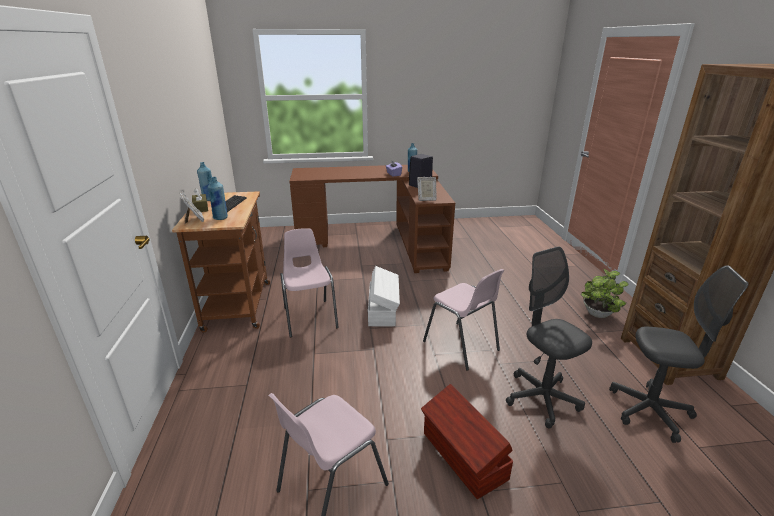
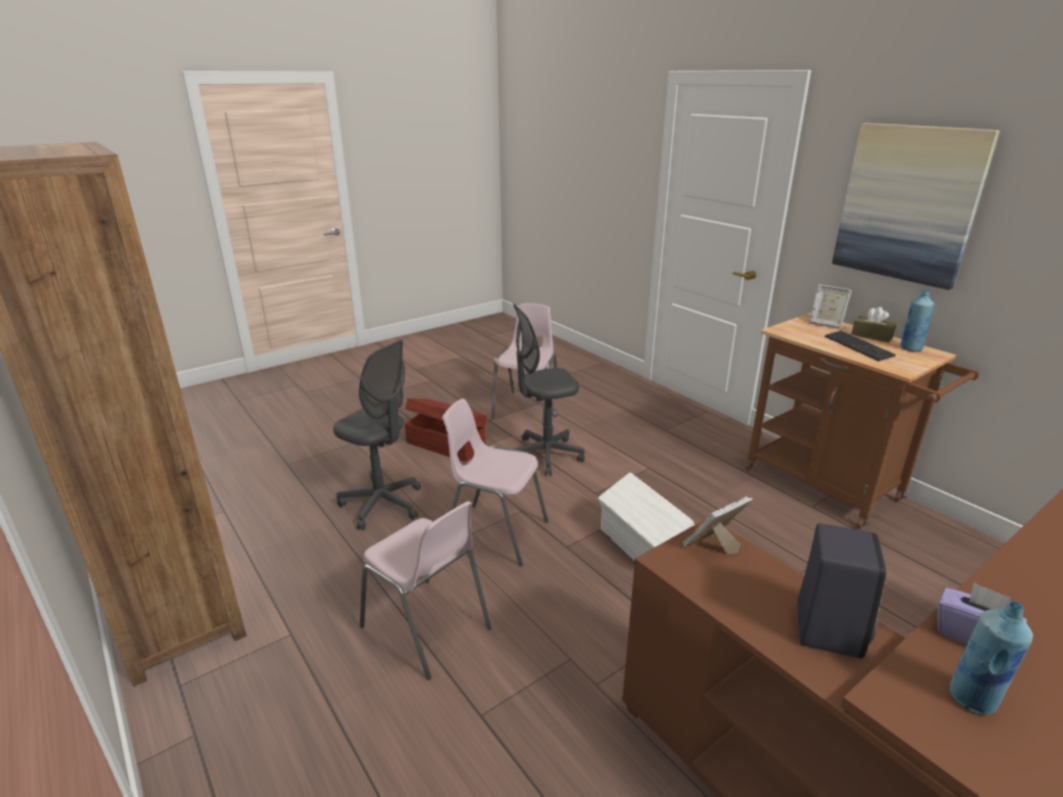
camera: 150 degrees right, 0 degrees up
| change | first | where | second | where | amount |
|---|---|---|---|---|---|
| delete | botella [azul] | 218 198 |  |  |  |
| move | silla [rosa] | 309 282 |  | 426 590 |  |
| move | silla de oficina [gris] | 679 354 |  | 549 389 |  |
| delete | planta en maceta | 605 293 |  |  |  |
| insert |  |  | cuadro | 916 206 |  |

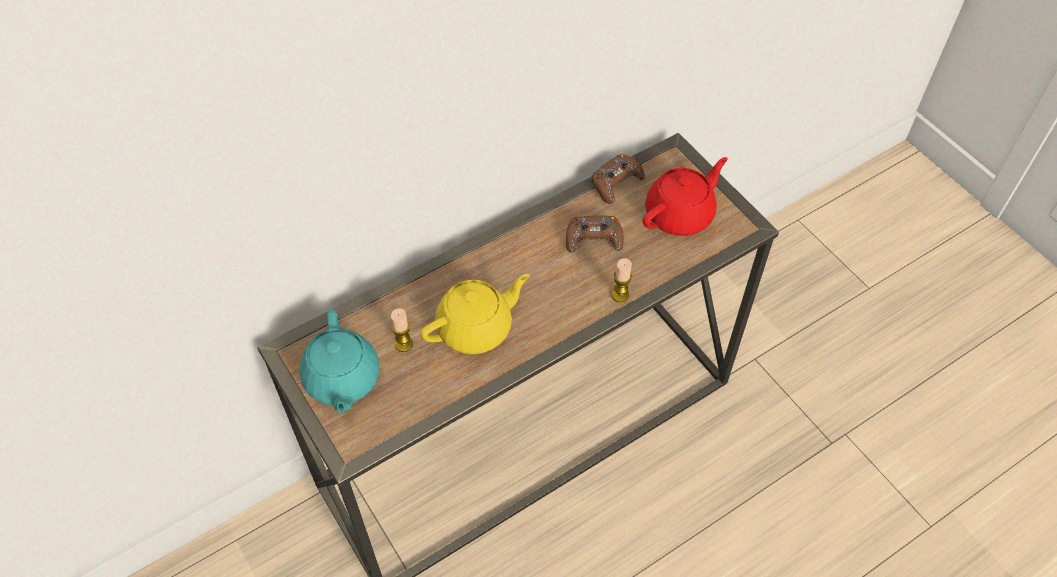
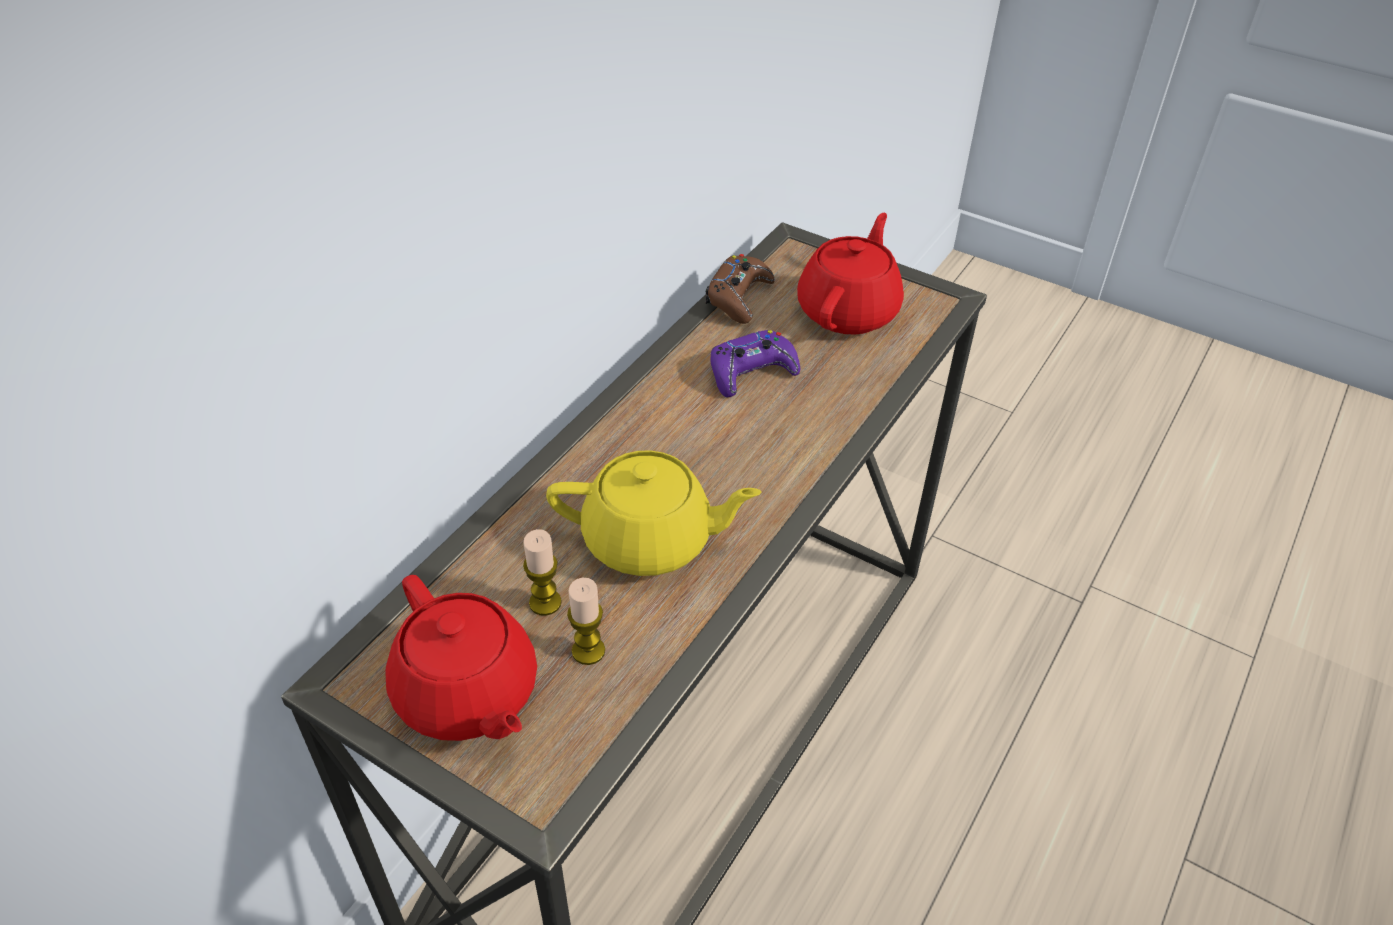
camera: 25 degrees left, 10 degrees down
| change | first | where | second | where | amount |
|---|---|---|---|---|---|
| recolor | mando de consola [marrón] | 595 233 | mando de consola [morado] | 755 363 |  |
| move | vela | 622 280 |  | 586 621 |  |
| rotate | tetera [amarillo] | 475 314 |  | 653 513 | 60 degrees clockwise |
| recolor | tetera [turquesa] | 339 361 | tetera [rojo] | 461 658 |  |

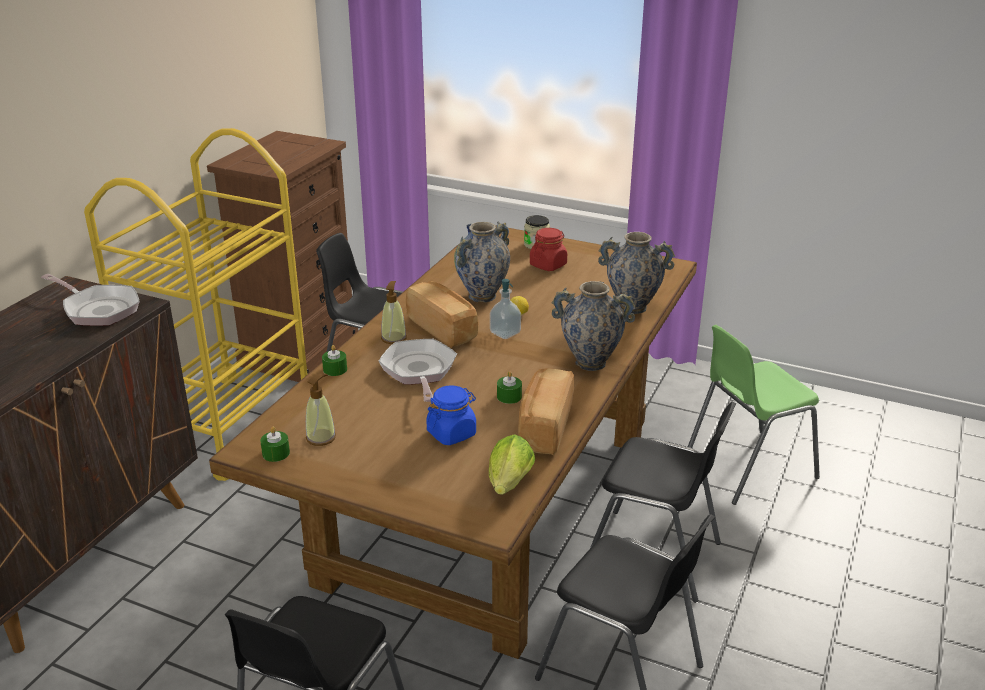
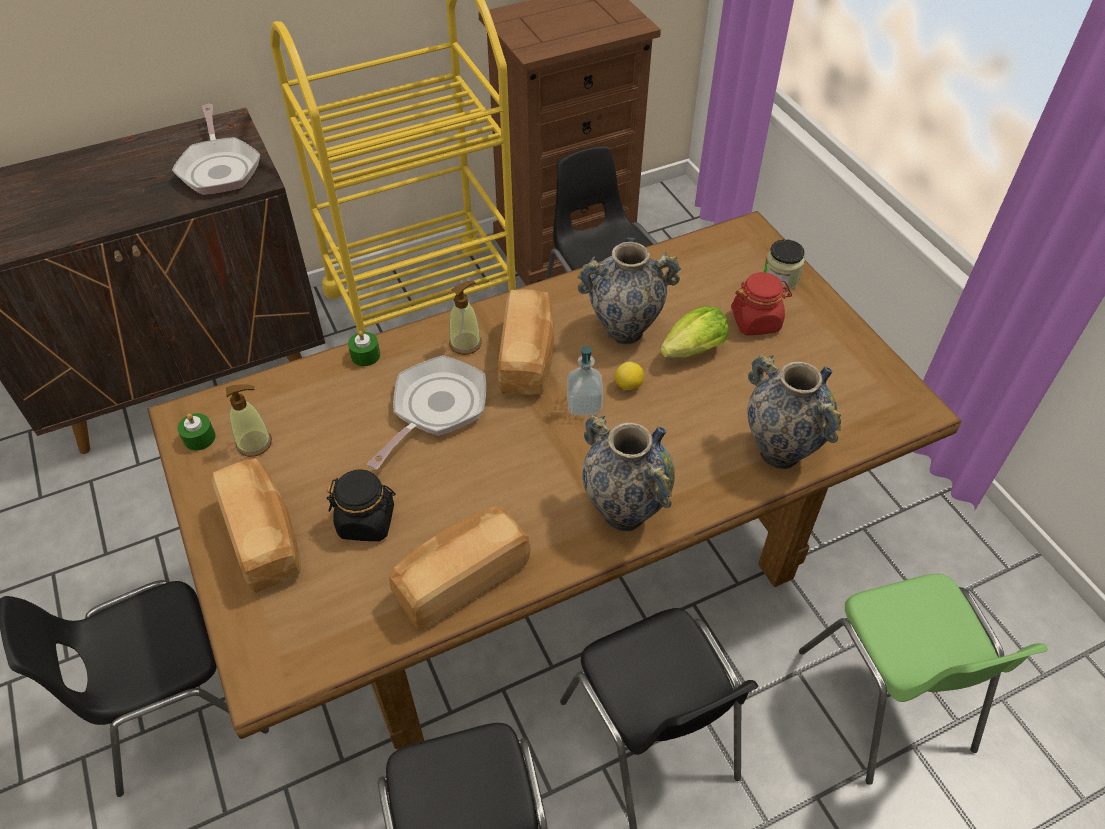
camera: 40 degrees right, 20 degrees up
| change | first | where | second | where | amount |
|---|---|---|---|---|---|
| rotate | silla [verde] | 754 415 |  | 923 679 | 120 degrees counterclockwise |
| delete | vela [verde] | 509 387 |  |  |  |
| recolor | tarro [azul] | 451 415 | tarro [negro] | 361 505 |  |
| move | lechuga | 512 464 |  | 694 332 |  |
| insert |  |  | pan | 256 525 |  |

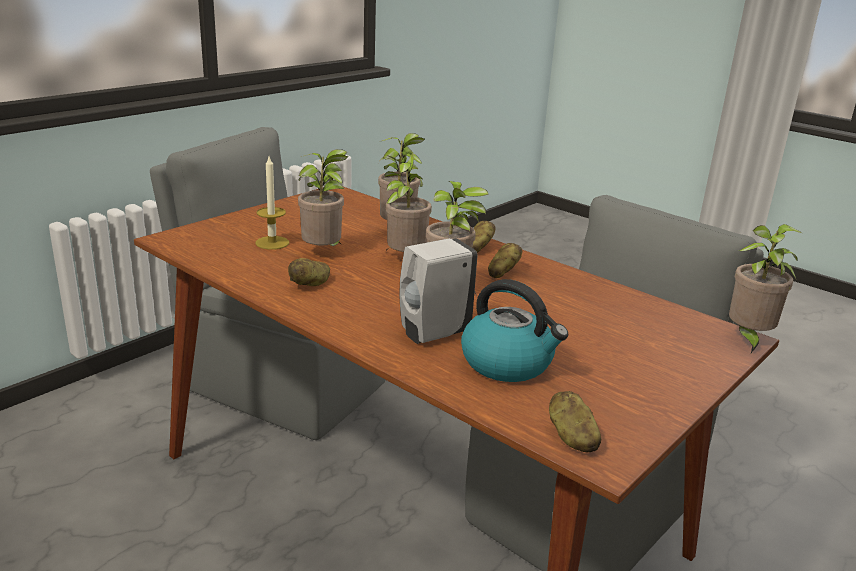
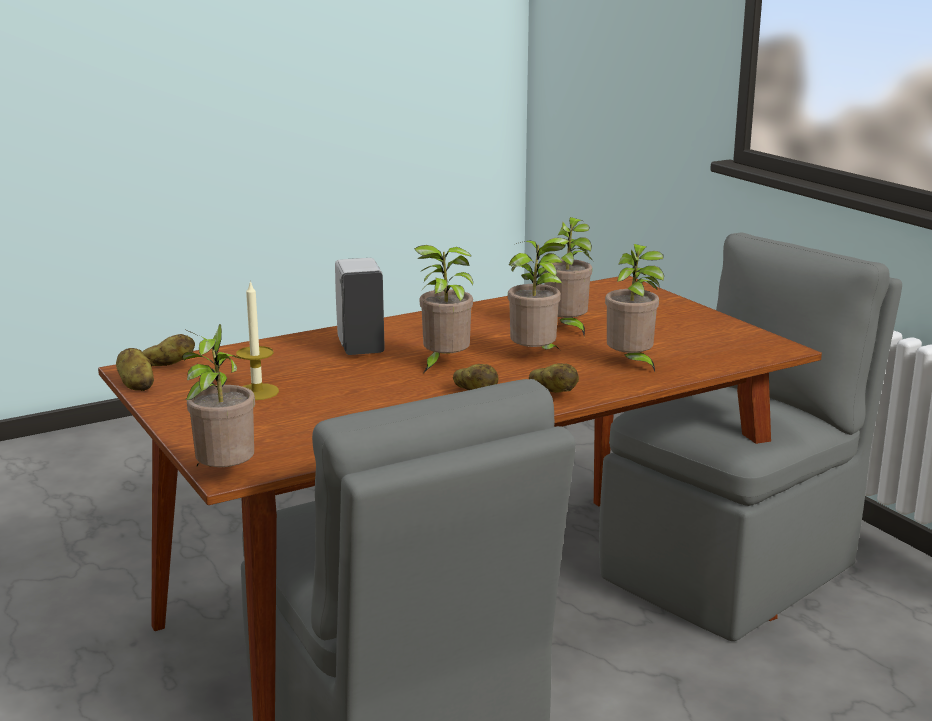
camera: 110 degrees right, 5 degrees down
| change | first | where | second | where | amount |
|---|---|---|---|---|---|
| move | vela | 272 203 |  | 257 340 |  |
| move | patata | 309 272 |  | 135 369 |  |
| delete | hervidor | 514 330 |  |  |  |

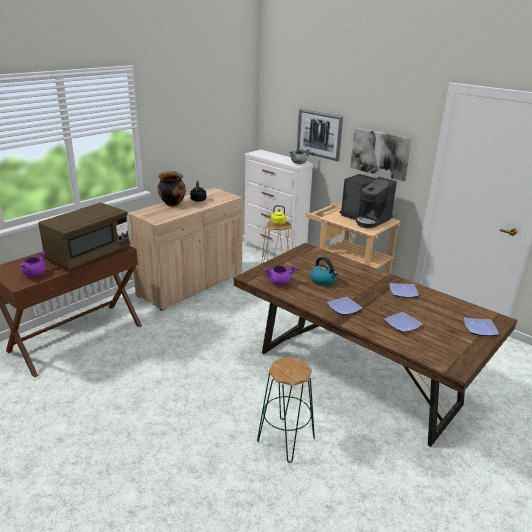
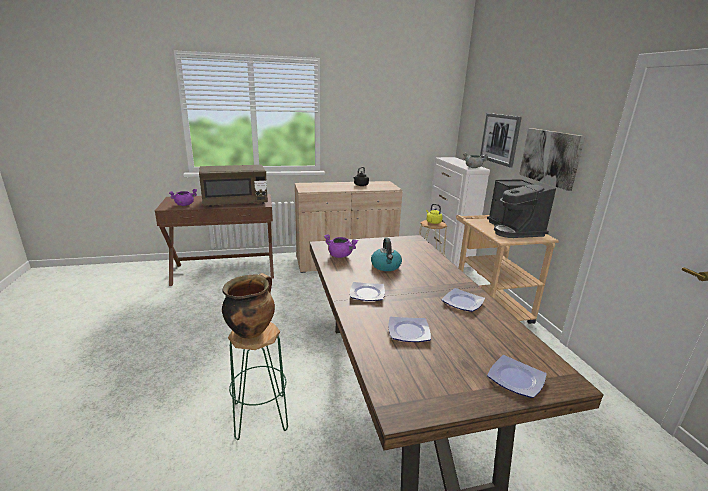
camera: 35 degrees right, 5 degrees down
| change | first | where | second | where | amount |
|---|---|---|---|---|---|
| move | olla | 172 188 |  | 248 306 |  |

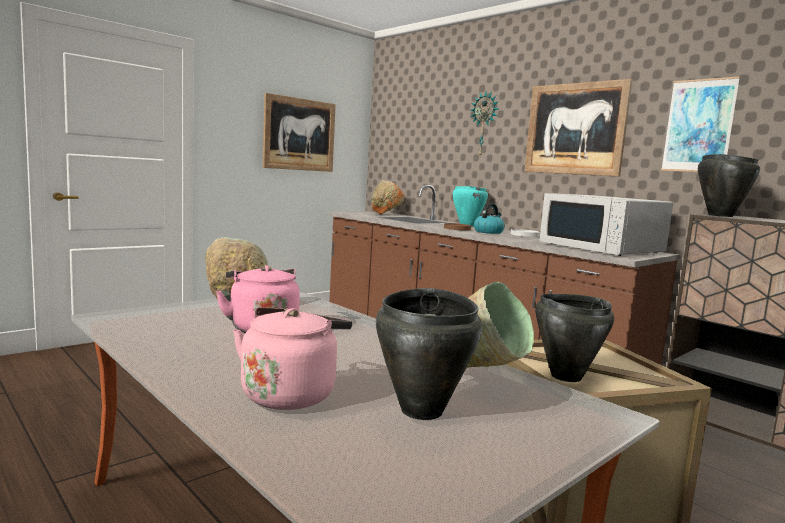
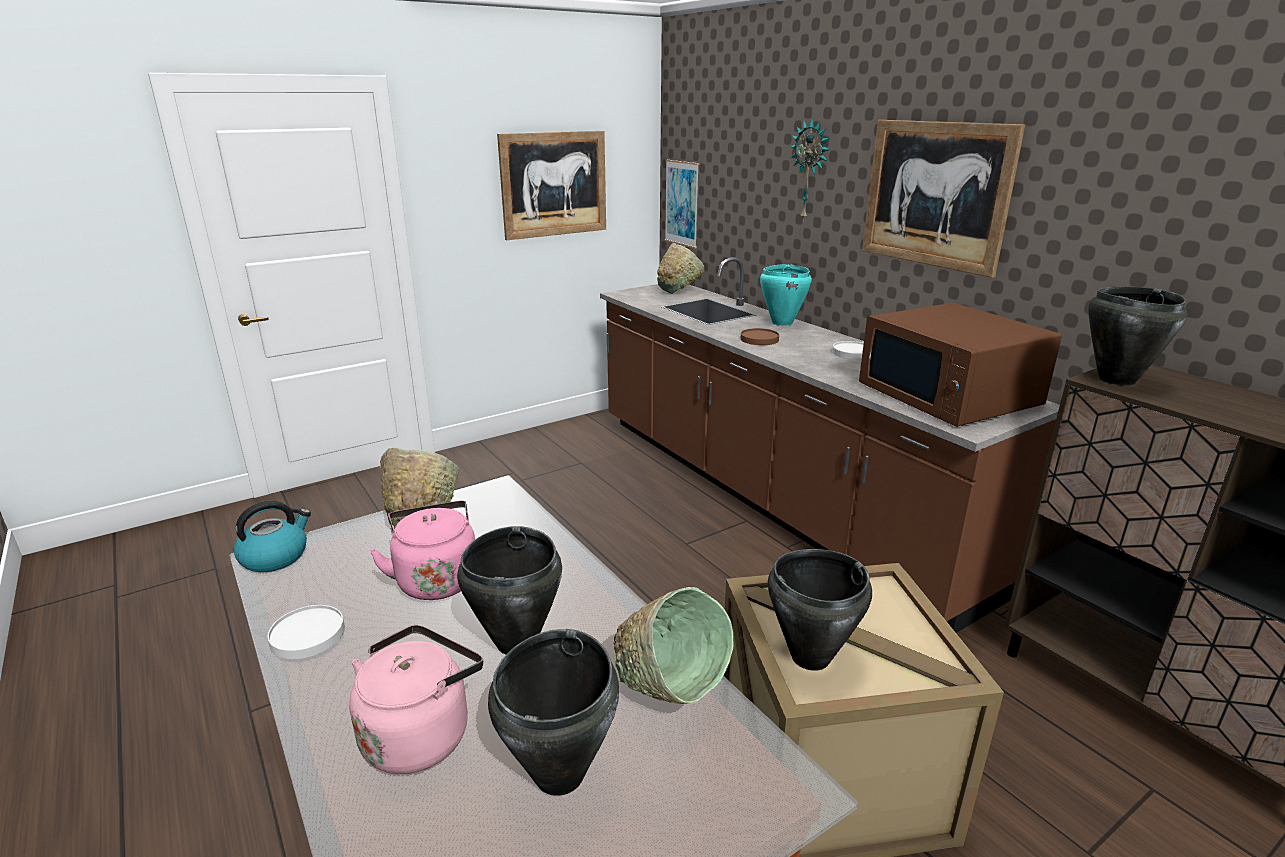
camera: 10 degrees right, 15 degrees up
| change | first | where | second | where | amount |
|---|---|---|---|---|---|
| move | cuadro | 700 124 |  | 682 204 |  |
| recolor | cuenco [naranja] | 387 197 | cuenco [verde] | 681 268 |  |
| recolor | microondas [blanco] | 606 224 | microondas [marrón] | 960 365 |  |
| move | hervidor | 489 218 |  | 272 536 |  |
| insert |  |  | olla [negro] | 509 590 |  |
| insert |  |  | plato [blanco] | 306 632 |  |

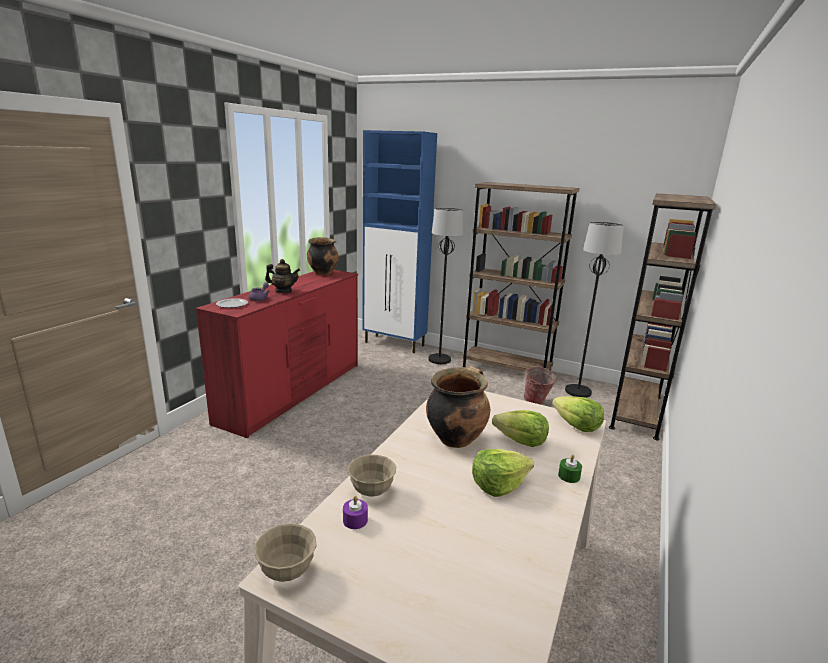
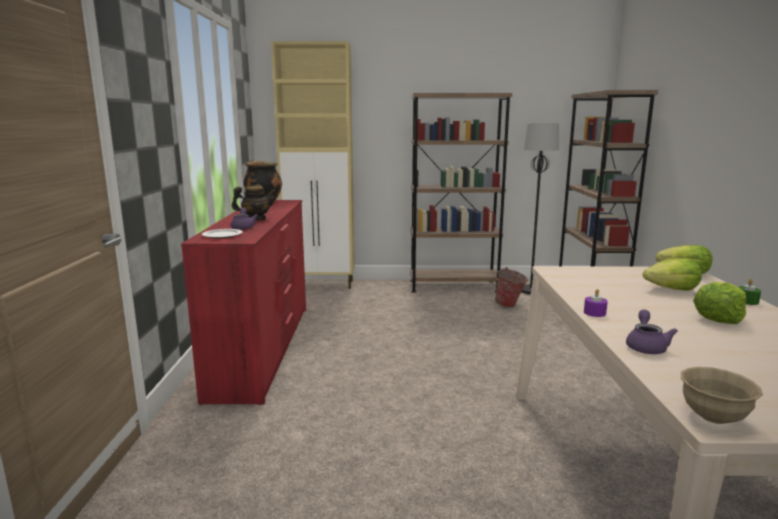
camera: 25 degrees left, 5 degrees down
| change | first | where | second | where | amount |
|---|---|---|---|---|---|
| recolor | armario [azul] | 399 241 | armario [beis] | 313 165 |  |
| delete | lámpara de pie [negro] | 445 286 |  |  |  |
| delete | olla | 458 407 |  |  |  |
| replace | cuenco [beis] | 371 475 | tetera [morado] | 652 331 |  |
| move | vela [morado] | 355 512 |  | 596 303 |  |

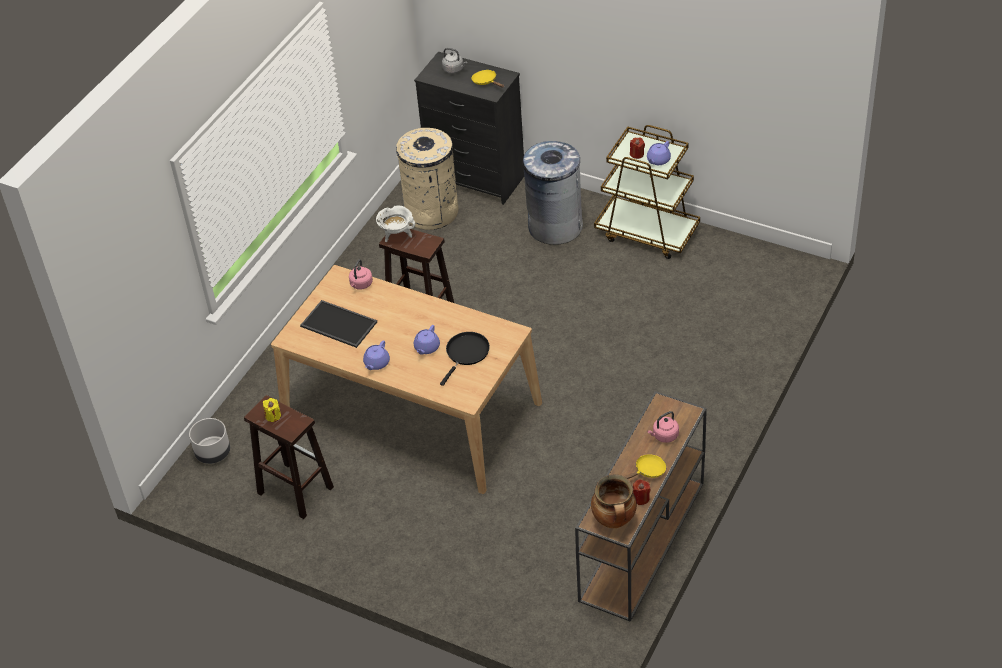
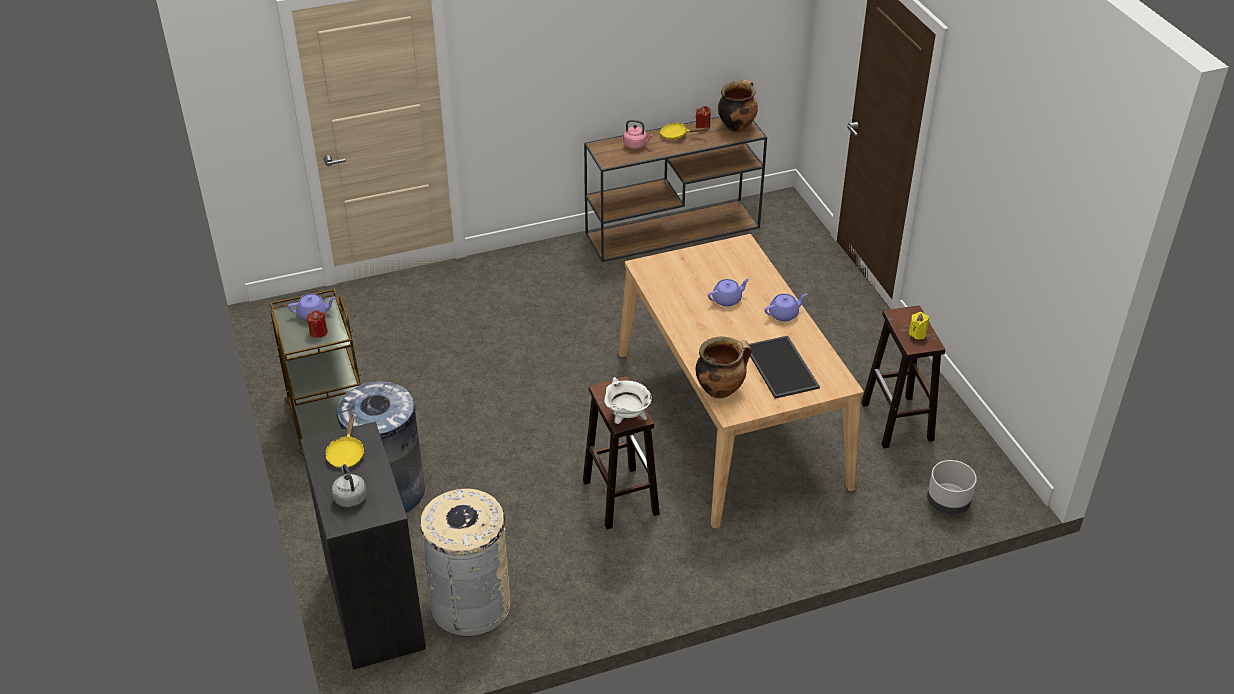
camera: 140 degrees left, 5 degrees down
| change | first | where | second | where | amount |
|---|---|---|---|---|---|
| replace | hervidor [rosa] | 361 274 | olla | 724 368 |  |
| delete | sartén [negro] | 465 359 |  |  |  |

